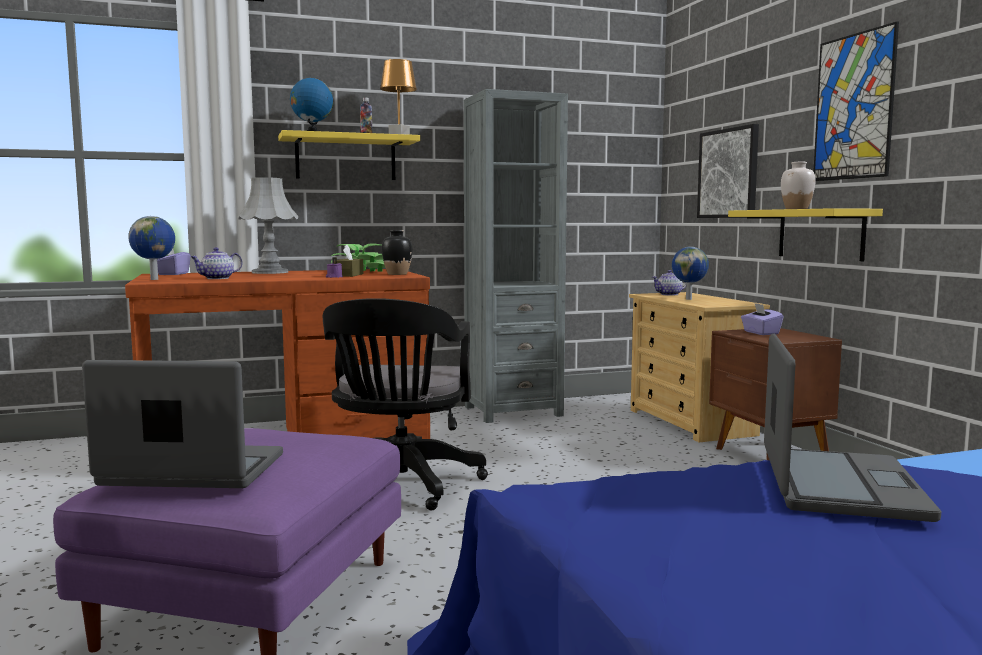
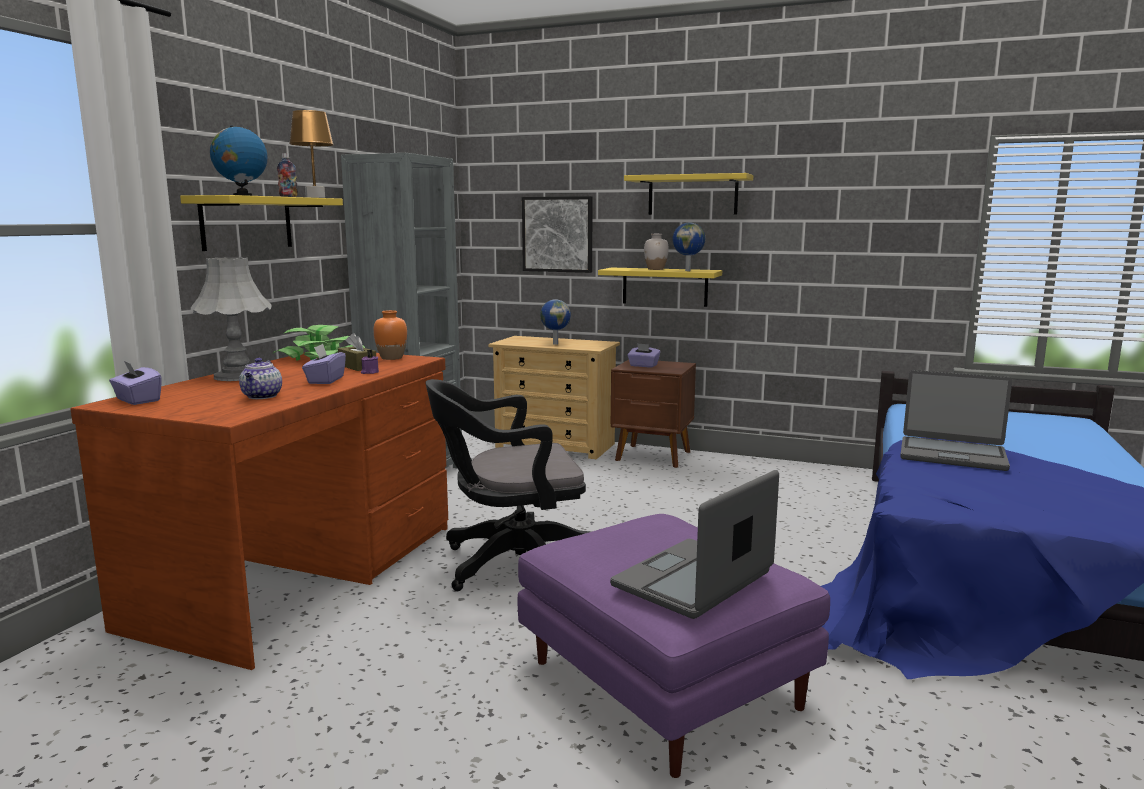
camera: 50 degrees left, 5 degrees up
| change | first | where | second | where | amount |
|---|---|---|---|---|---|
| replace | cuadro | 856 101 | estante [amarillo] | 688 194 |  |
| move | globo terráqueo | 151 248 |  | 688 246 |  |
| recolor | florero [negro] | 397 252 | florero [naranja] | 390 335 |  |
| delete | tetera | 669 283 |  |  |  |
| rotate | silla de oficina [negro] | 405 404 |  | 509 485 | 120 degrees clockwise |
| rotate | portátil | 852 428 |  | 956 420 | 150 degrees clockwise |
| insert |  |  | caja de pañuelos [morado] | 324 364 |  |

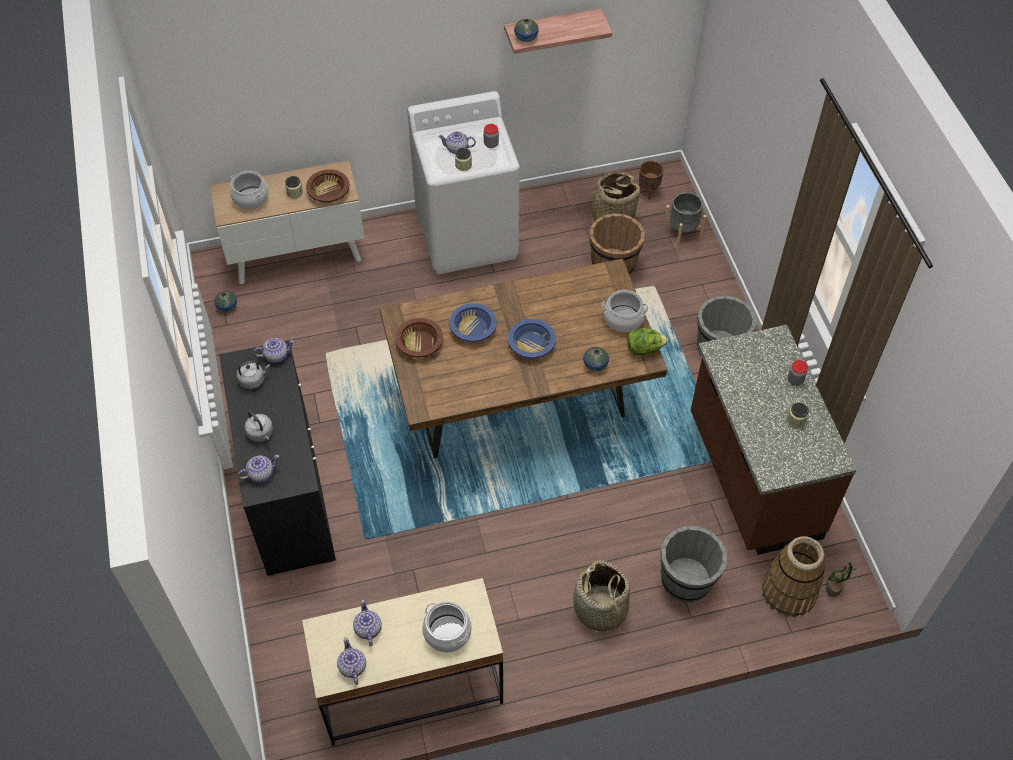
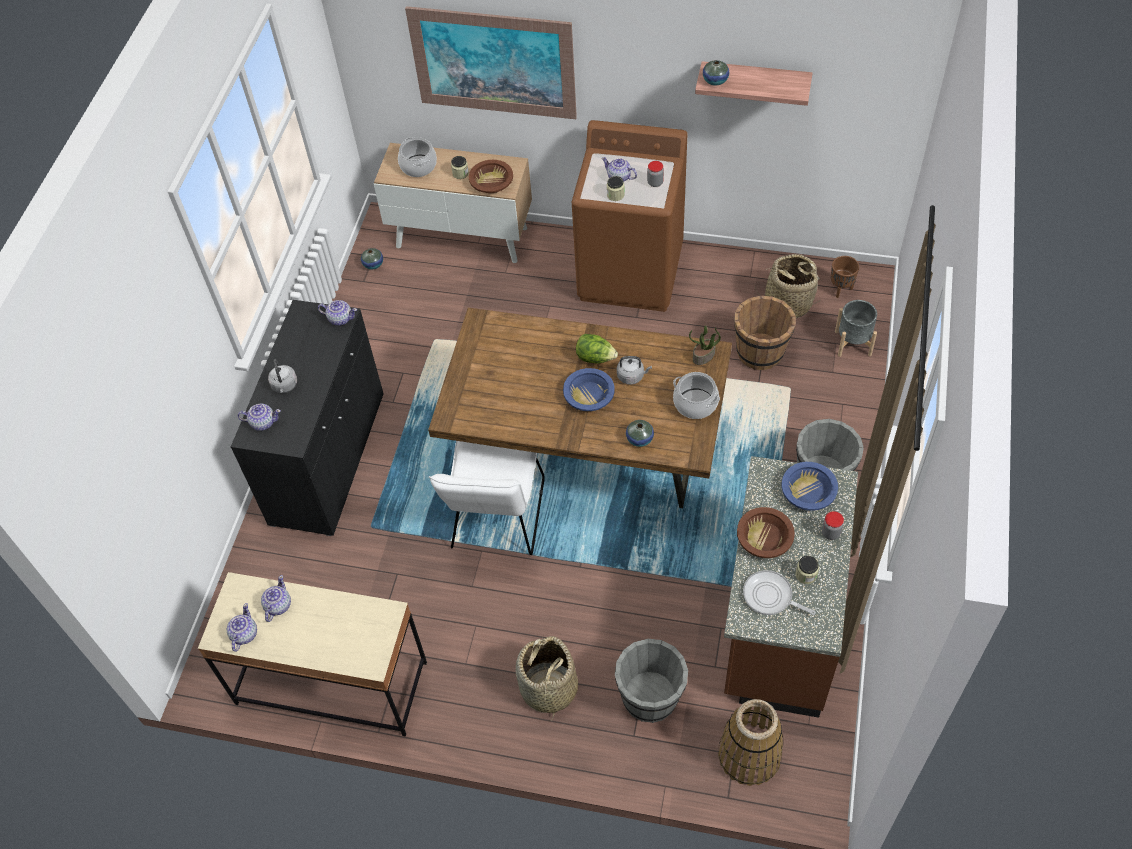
camera: 30 degrees right, 0 degrees up
| change | first | where | second | where | amount |
|---|---|---|---|---|---|
| recolor | lavadora [blanco] | 463 182 | lavadora [marrón] | 630 216 |  |
| move | cuenco [azul] | 473 322 |  | 809 486 |  |
| move | cuenco [marrón] | 419 338 |  | 766 532 |  |
| move | lechuga | 647 341 |  | 597 349 |  |
| move | hervidor [gris] | 253 374 |  | 634 370 |  |
| move | planta en maceta | 841 579 |  | 705 345 |  |
| delete | olla | 447 627 |  |  |  |
| insert |  |  | cuadro | 491 62 |  |
| insert |  |  | silla [blanco] | 487 498 |  |
| insert |  |  | sartén | 779 592 |  |

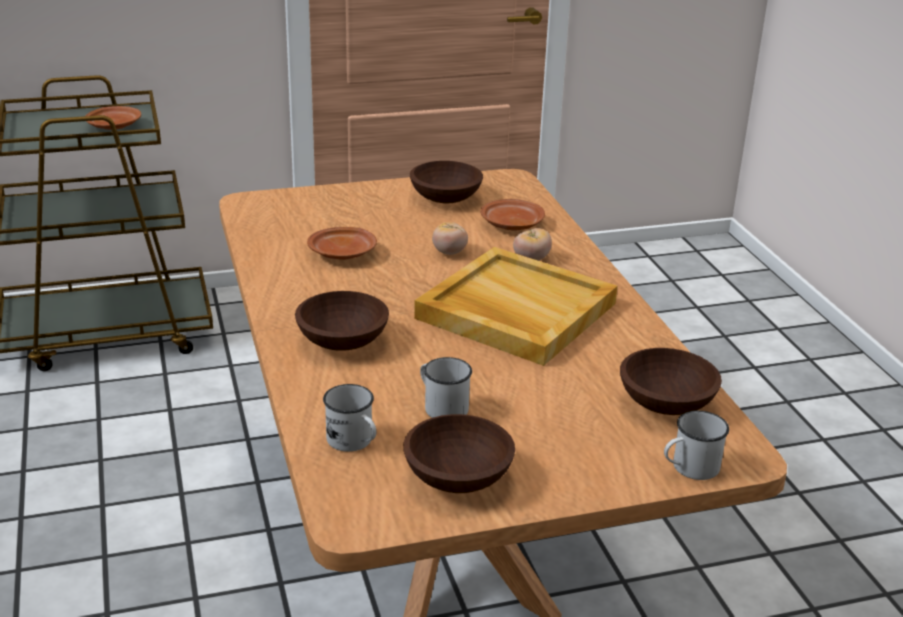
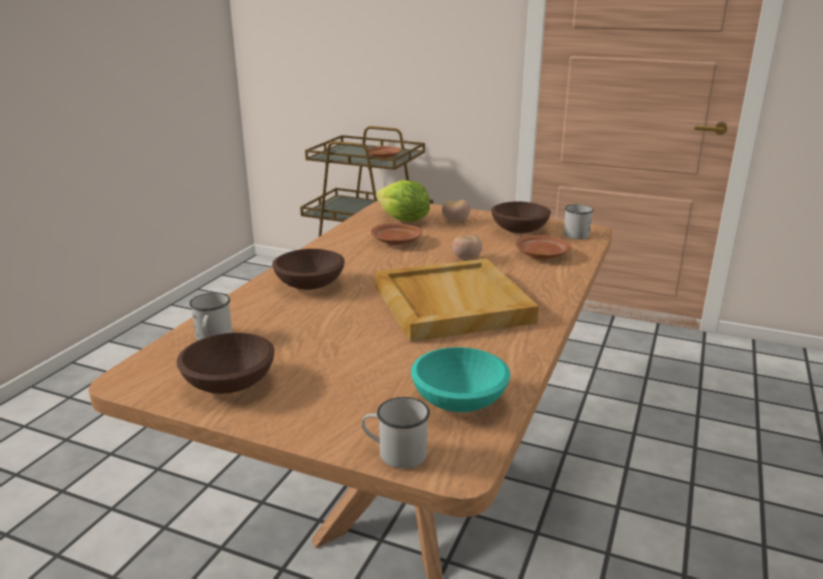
camera: 40 degrees right, 5 degrees down
| change | first | where | second | where | amount |
|---|---|---|---|---|---|
| move | tomate | 532 244 |  | 456 211 |  |
| recolor | cuenco [marrón] | 671 381 | cuenco [turquesa] | 460 379 |  |
| move | taza grande [blanco] | 446 387 |  | 578 221 |  |
| insert |  |  | lechuga | 403 201 |  |

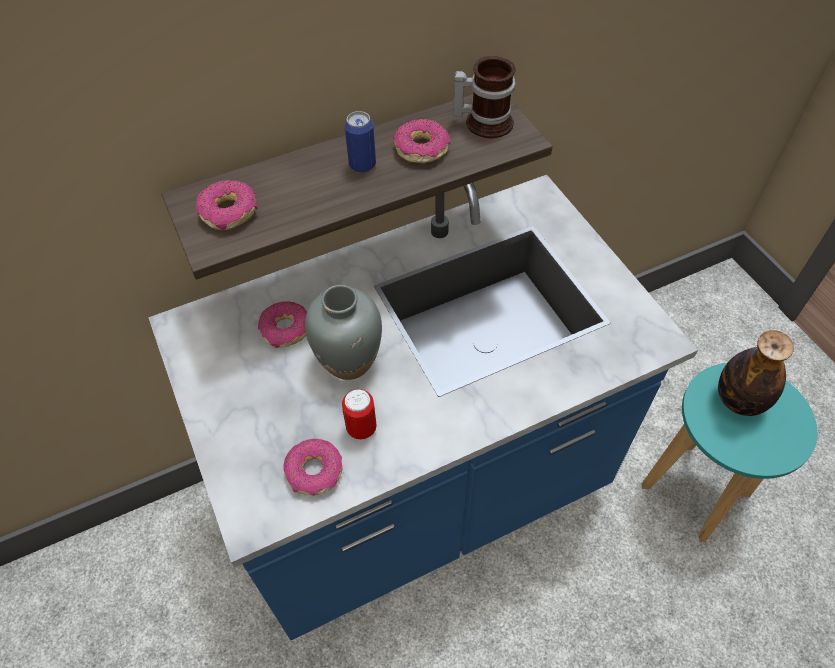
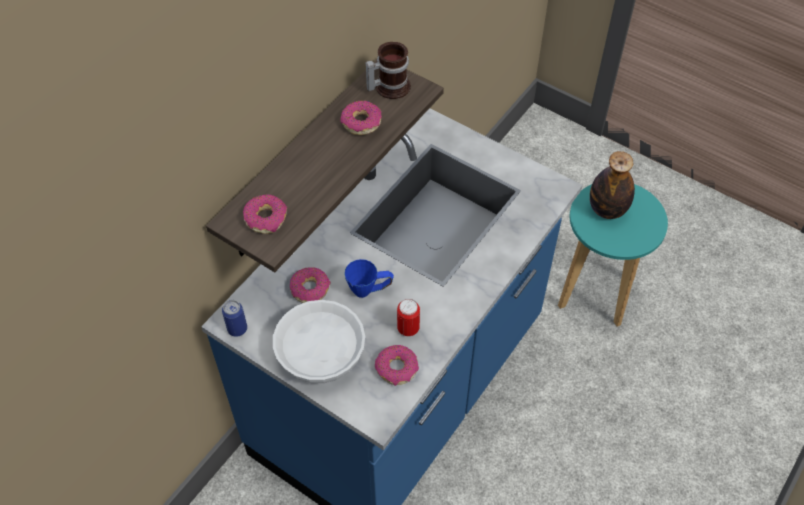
camera: 30 degrees left, 0 degrees up
| change | first | where | second | where | amount |
|---|---|---|---|---|---|
| move | lata | 360 142 |  | 234 318 |  |
| replace | florero [gris] | 343 332 | taza grande [azul] | 369 278 |  |
| insert |  |  | cuenco [blanco] | 319 341 |  |

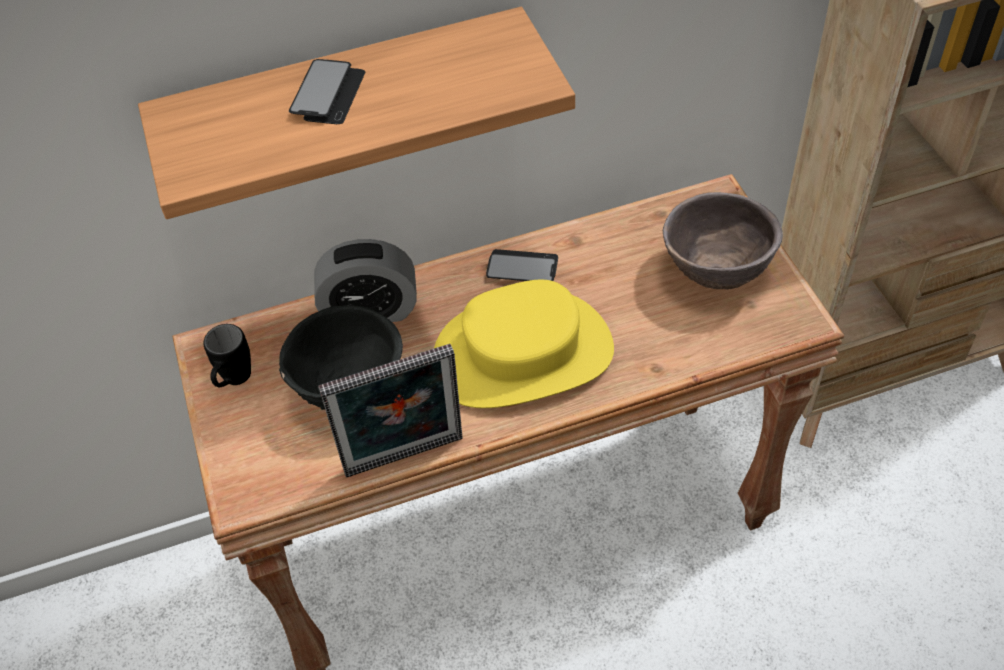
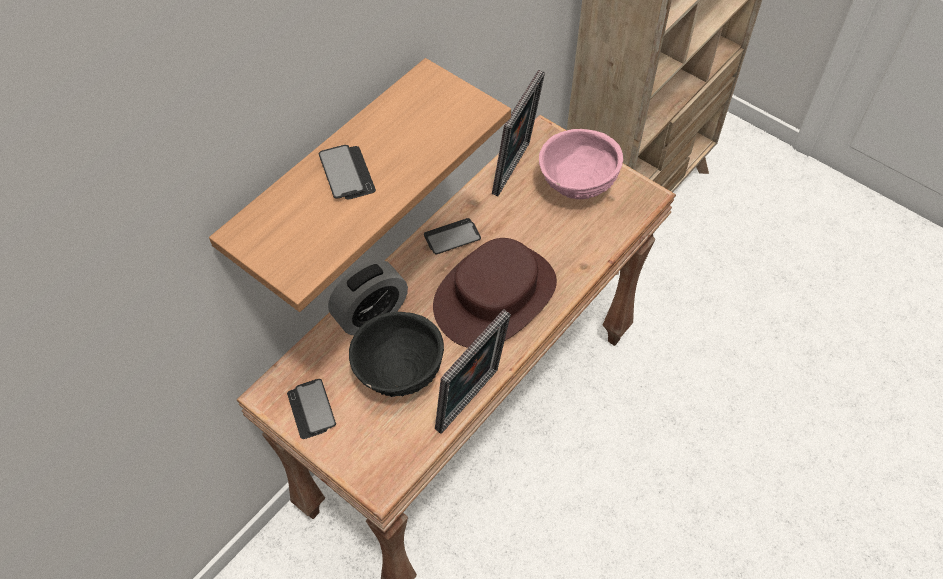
camera: 35 degrees left, 5 degrees up
| change | first | where | second | where | amount |
|---|---|---|---|---|---|
| recolor | cuenco [marrón] | 723 241 | cuenco [rosa] | 581 164 |  |
| recolor | sombrero [amarillo] | 524 344 | sombrero [marrón] | 495 293 |  |
| replace | taza grande [negro] | 227 355 | móvil | 311 409 |  |
| insert |  |  | portarretratos | 518 132 |  |

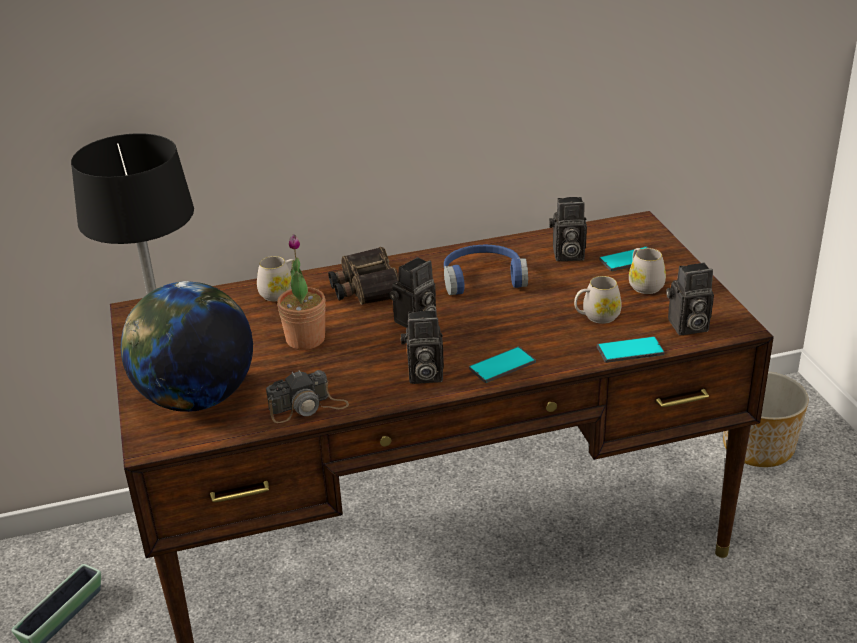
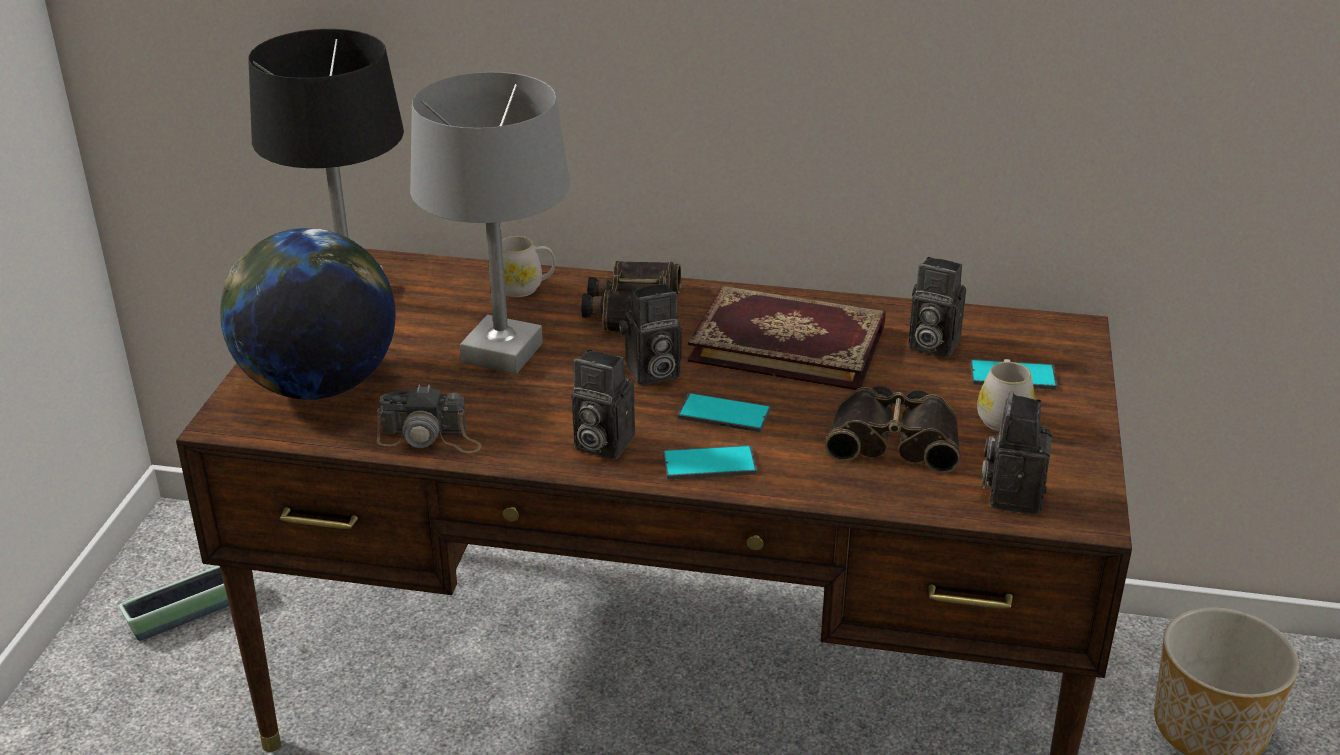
camera: 25 degrees right, 0 degrees up
| change | first | where | second | where | amount |
|---|---|---|---|---|---|
| replace | planta en maceta | 301 292 | lámpara de mesa [gris] | 490 223 |  |
| replace | auriculares [azul] | 486 270 | libro | 787 338 |  |
| rotate | cámara | 690 299 |  | 1017 453 | 90 degrees clockwise |
| replace | taza grande [blanco] | 598 300 | prismáticos | 893 429 |  |
| move | móvil | 631 349 |  | 724 412 |  |

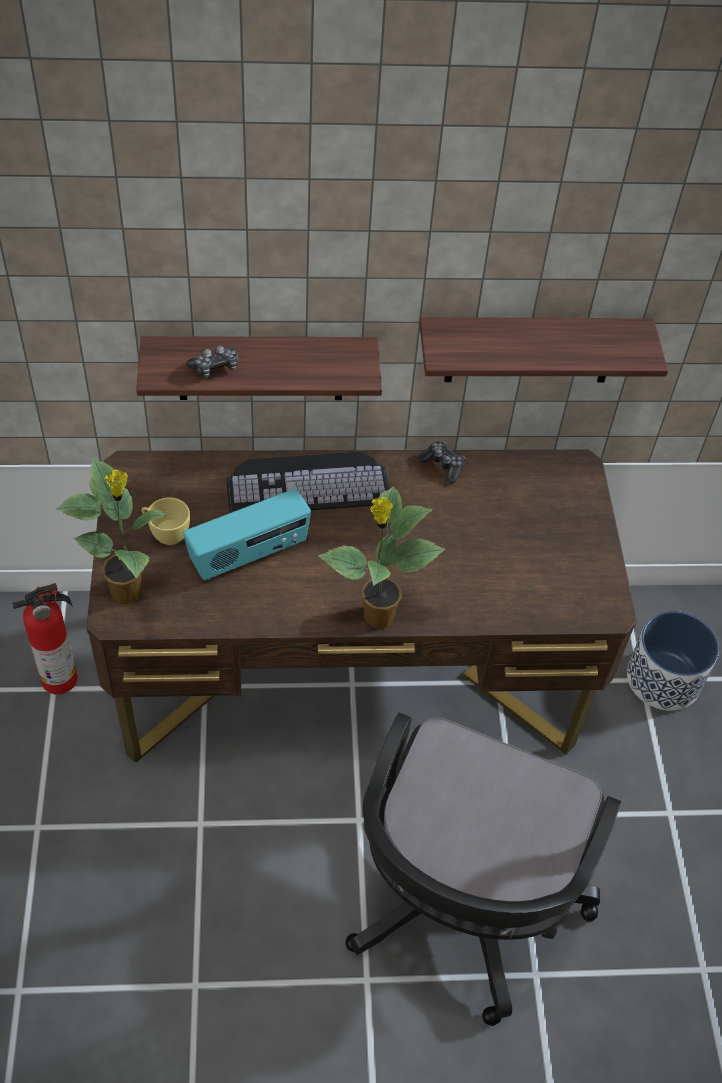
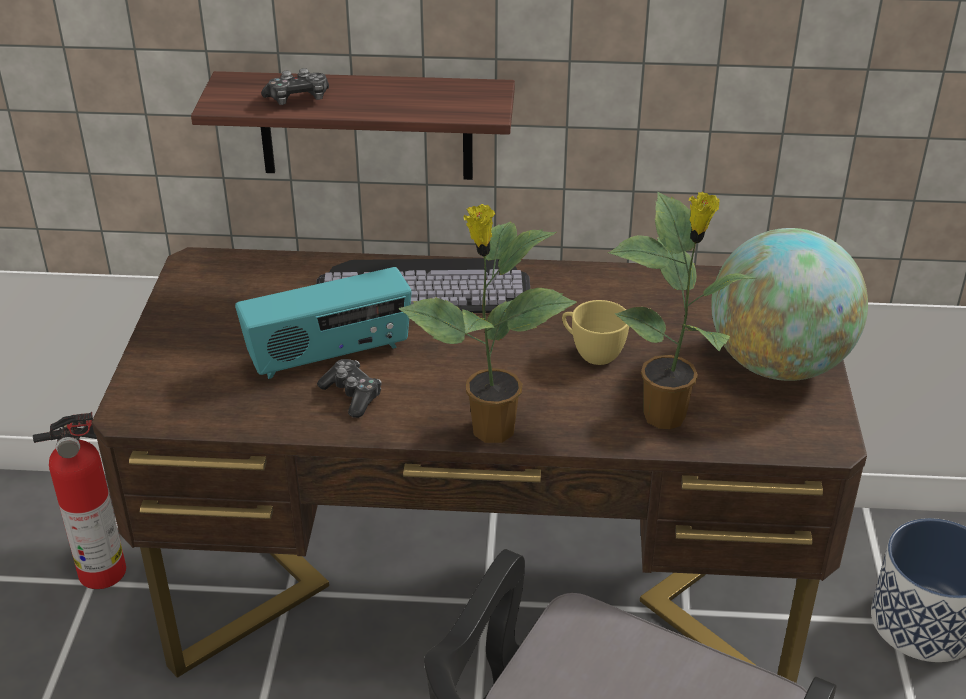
camera: 10 degrees right, 15 degrees down
| change | first | where | second | where | amount |
|---|---|---|---|---|---|
| delete | estante | 543 349 |  |  |  |
| move | mando de consola | 442 462 |  | 349 388 |  |
| move | planta en maceta | 112 530 |  | 681 310 |  |
| move | taza [amarillo] | 166 521 |  | 595 332 |  |
| insert |  |  | globo terráqueo | 789 304 |  |

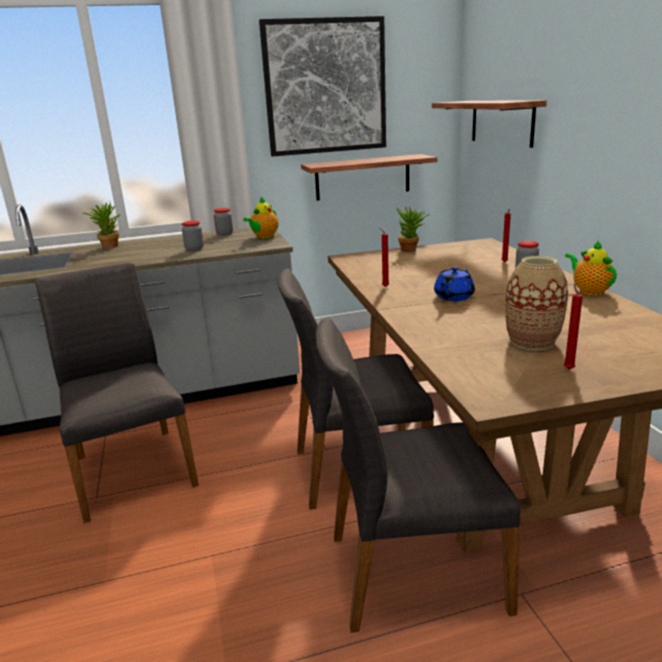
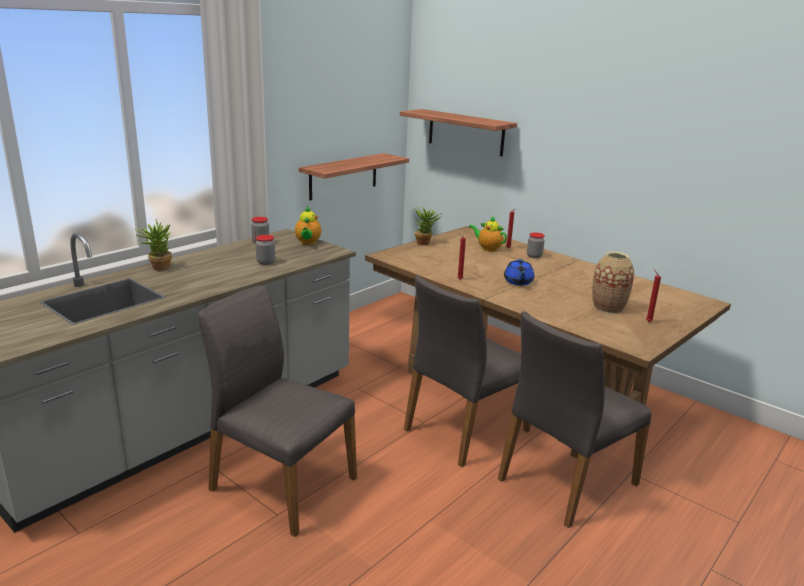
camera: 35 degrees left, 0 degrees up
| change | first | where | second | where | amount |
|---|---|---|---|---|---|
| delete | cuadro | 322 86 |  |  |  |
| move | tetera | 591 268 |  | 488 234 |  |

